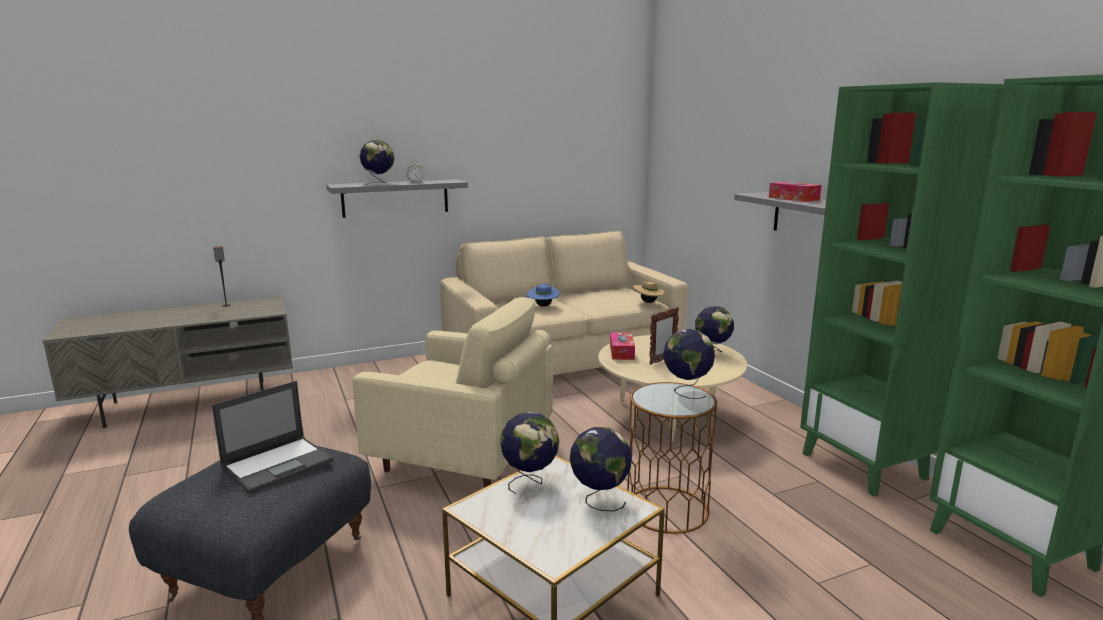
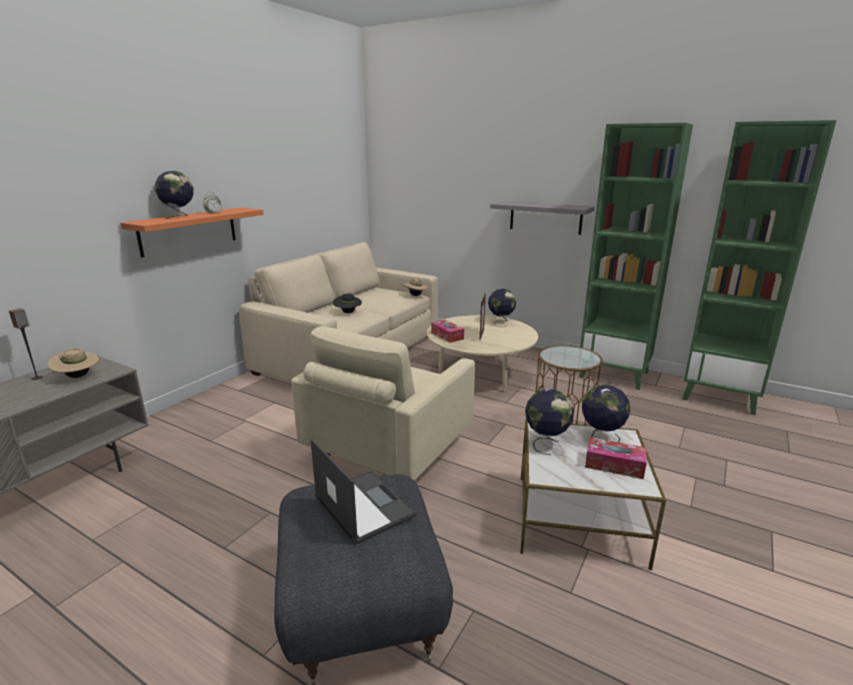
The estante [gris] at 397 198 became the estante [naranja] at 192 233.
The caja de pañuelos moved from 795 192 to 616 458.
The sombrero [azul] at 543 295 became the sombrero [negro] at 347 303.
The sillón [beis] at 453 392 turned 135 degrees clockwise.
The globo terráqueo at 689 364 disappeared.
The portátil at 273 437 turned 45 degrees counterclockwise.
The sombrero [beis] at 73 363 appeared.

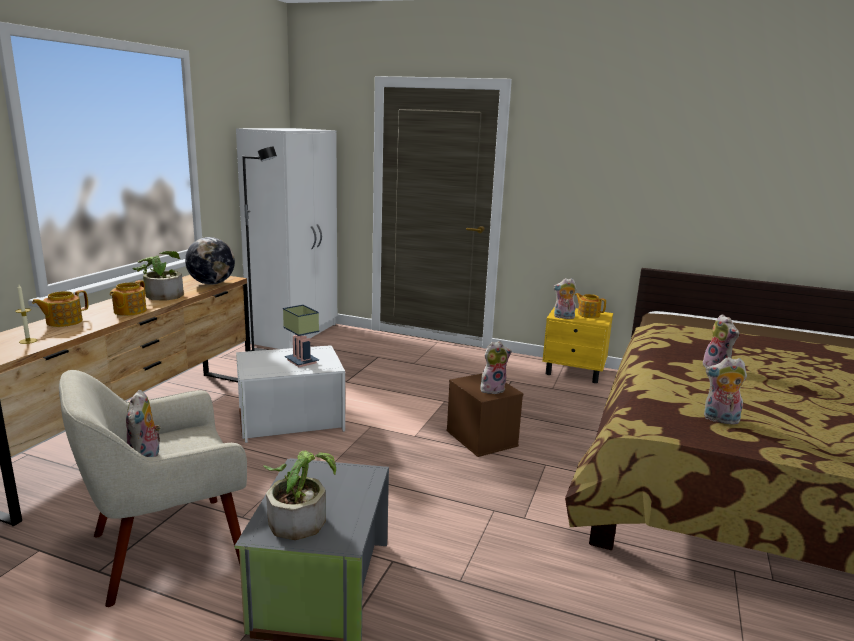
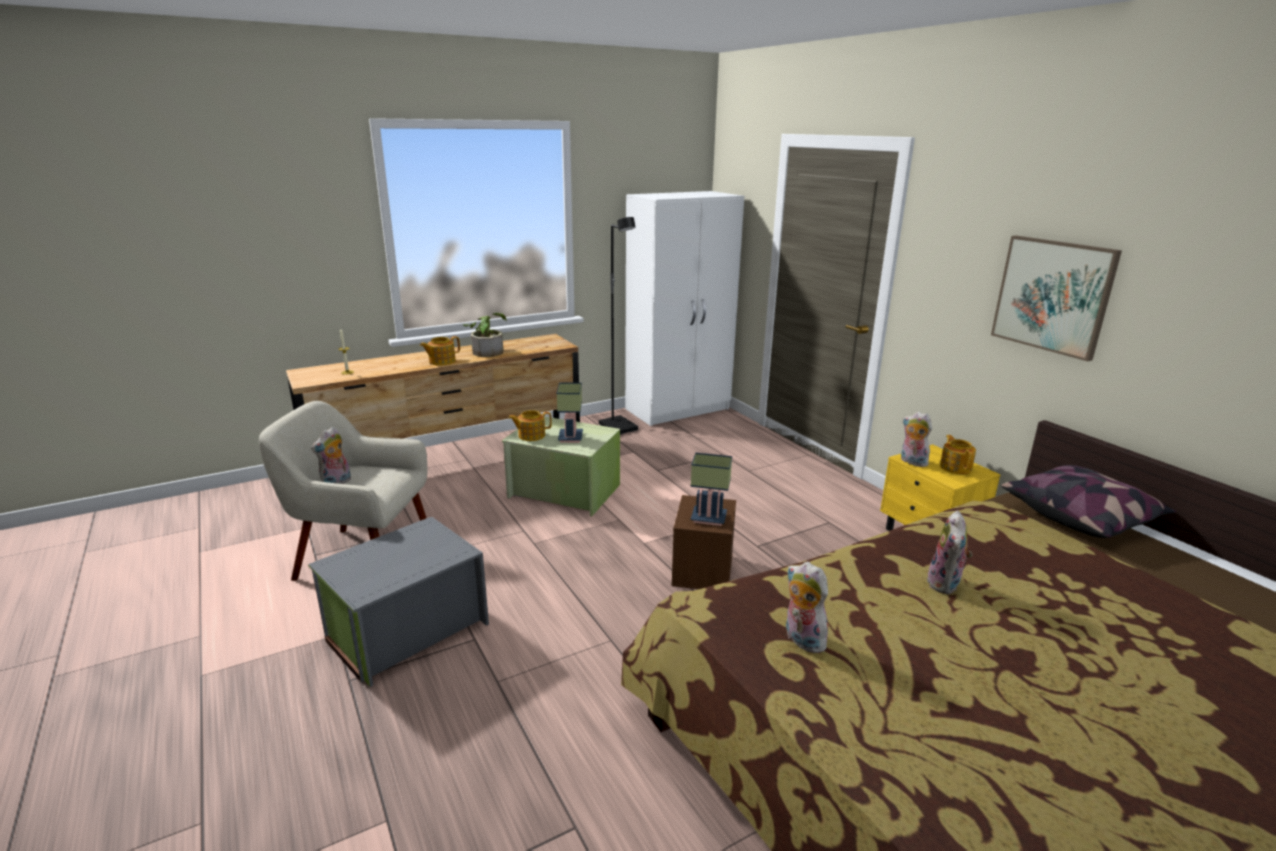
The globo terráqueo at 210 261 disappeared.
The tetera moved from 60 308 to 530 425.
The peluche at 496 367 was replaced by the lámpara de mesa at 711 489.
The caja de almacenaje [blanco] at 290 394 became the caja de almacenaje [verde] at 561 466.
The planta en maceta at 299 495 disappeared.
The cuadro at 1056 298 appeared.
The cojín at 1088 501 appeared.

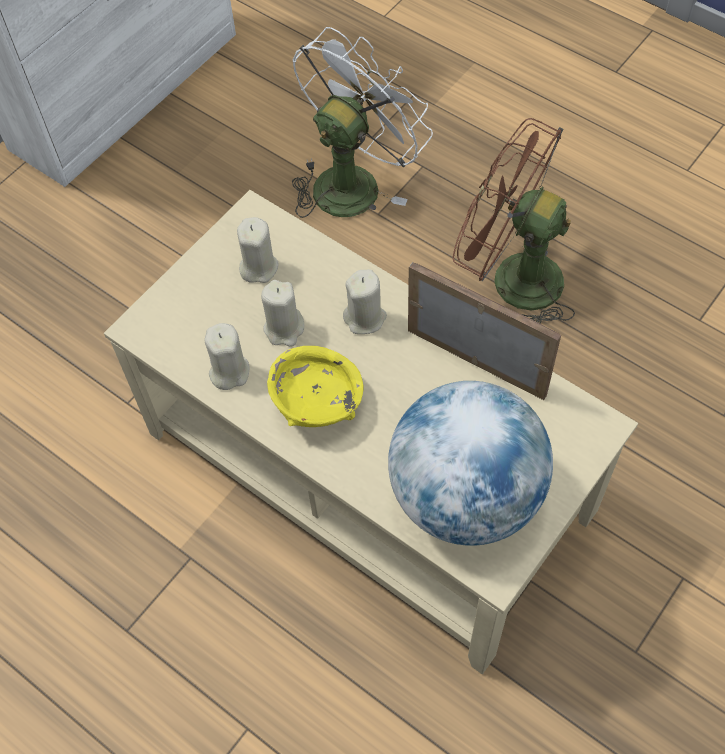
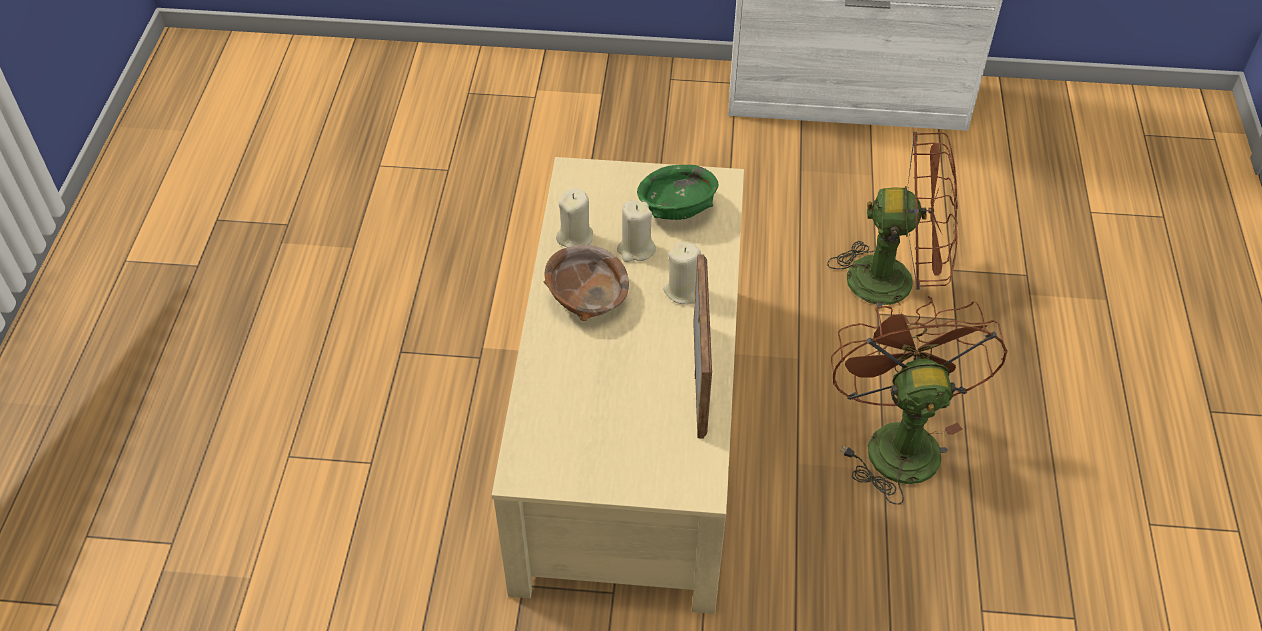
The ventilador [blanco] at 362 122 became the ventilador [marrón] at 892 228.
The vela [beis] at 258 250 was replaced by the cuenco [verde] at 677 192.
The cuenco [amarillo] at 315 386 became the cuenco [marrón] at 586 283.
The globo terráqueo at 470 463 disappeared.

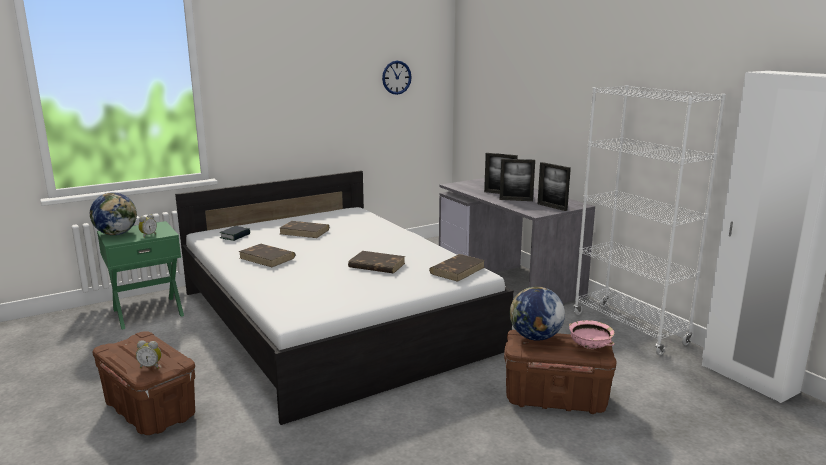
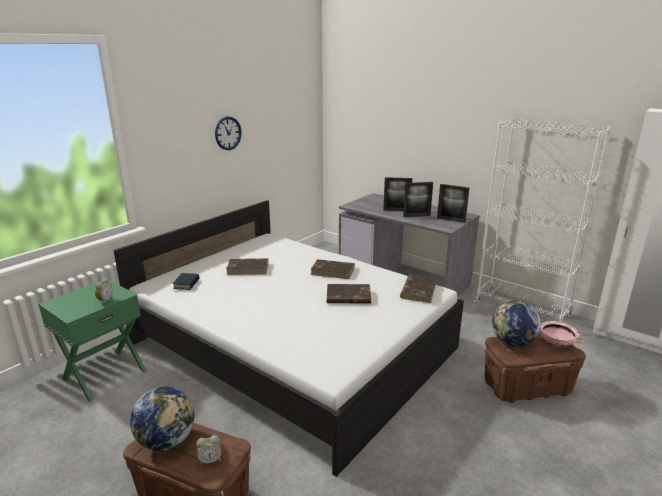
The reloj de pared moved from 397 78 to 228 133.
The globo terráqueo moved from 113 213 to 162 418.
The libro [marrón] moved from 266 255 to 333 269.

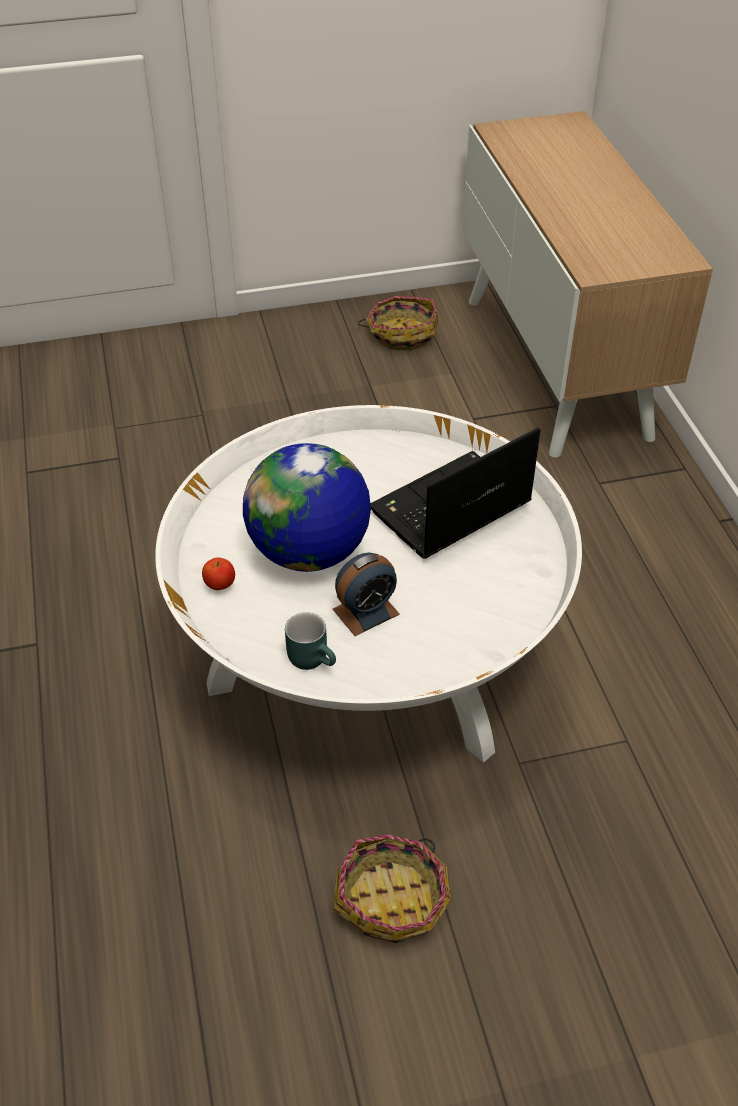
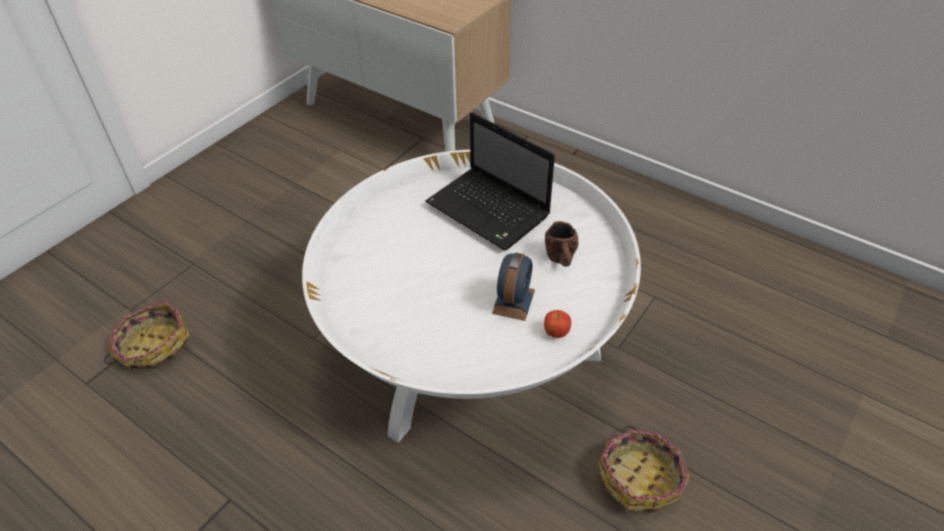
The cesta moved from 398 323 to 147 335.
The portátil at 455 493 turned 60 degrees counterclockwise.
The globo terráqueo at 307 507 disappeared.
The manzana moved from 218 574 to 557 324.
The taza grande [turquesa] at 310 641 disappeared.
The taza grande [marrón] at 561 244 appeared.

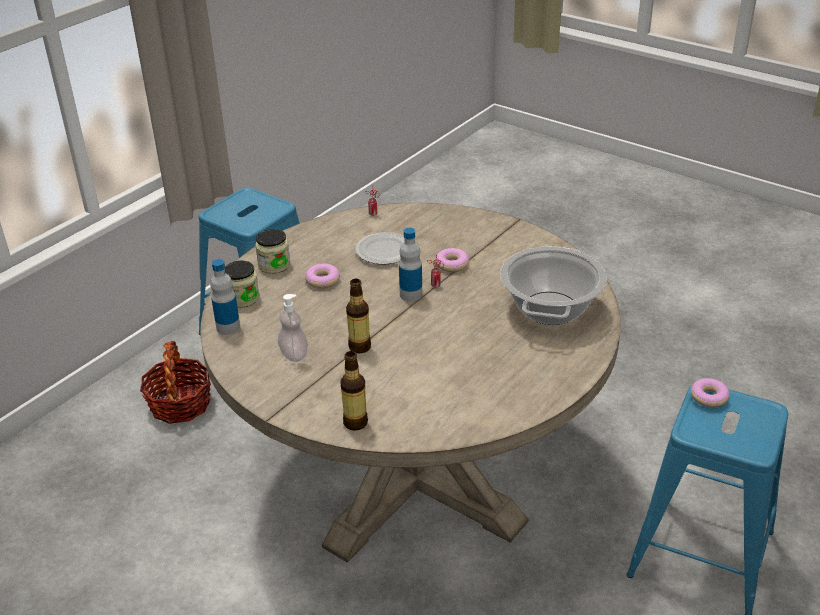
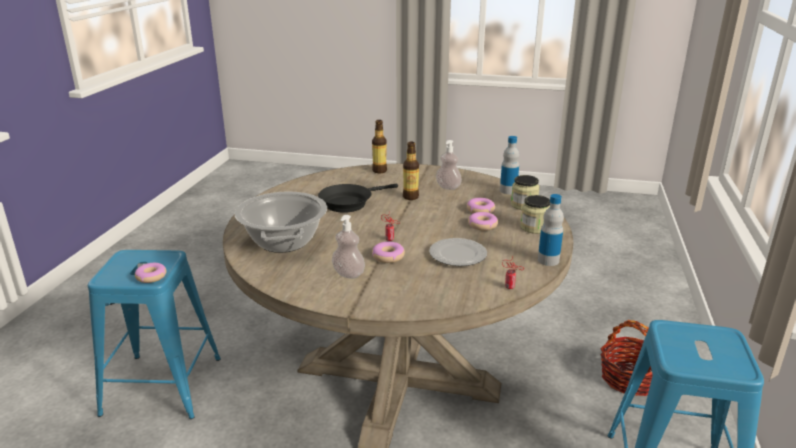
The botella moved from 410 264 to 551 230.
The sartén [negro] at 358 198 appeared.
The rosquilla at 481 205 appeared.
The dispensador de jabón at 348 247 appeared.

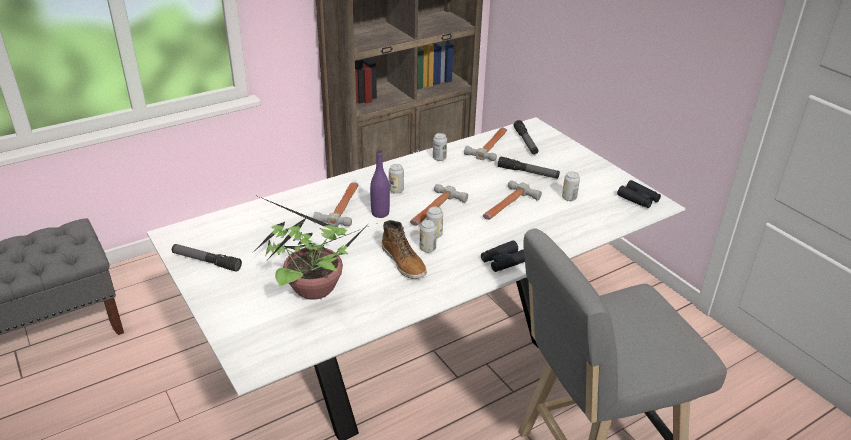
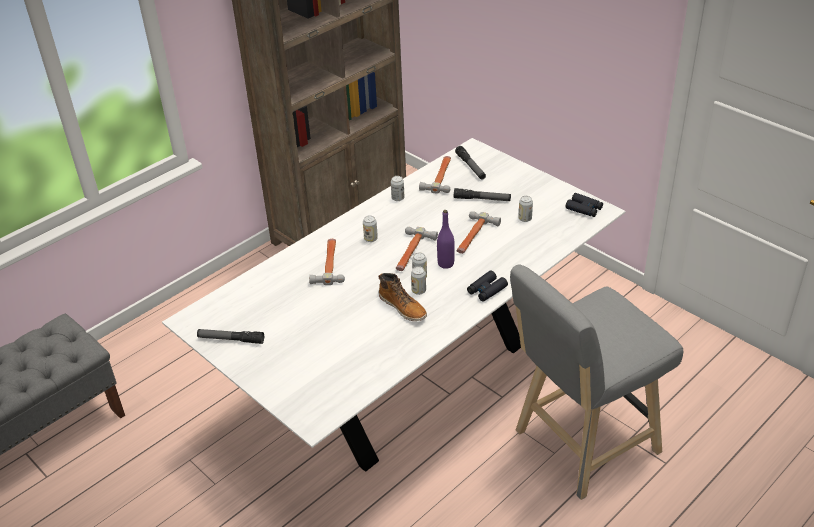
The botella [morado] moved from 380 183 to 446 239.
The planta en maceta at 312 248 disappeared.

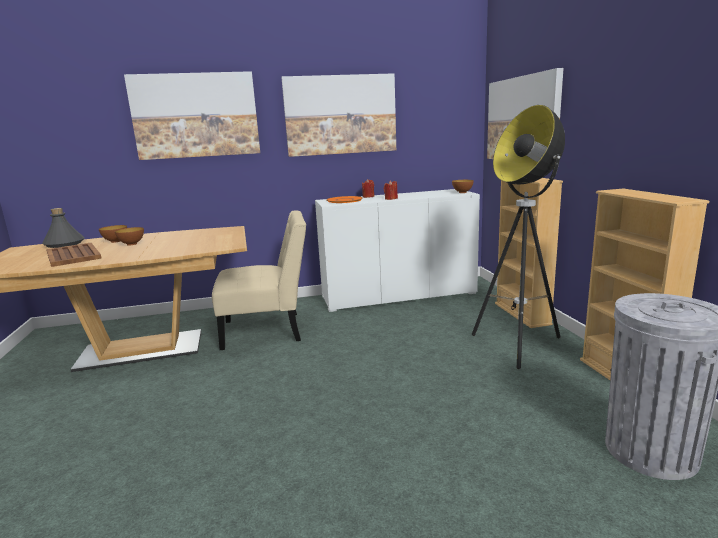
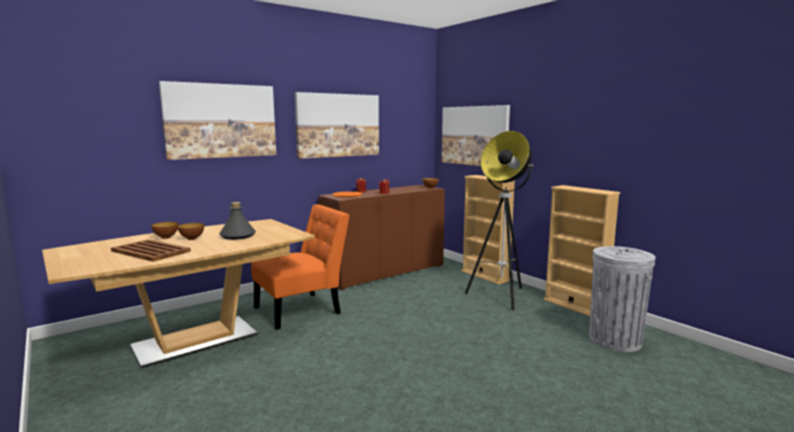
The armario [blanco] at 397 250 became the armario [marrón] at 381 237.
The botella [gris] moved from 63 228 to 237 221.
The silla [beis] at 259 280 became the silla [naranja] at 300 267.

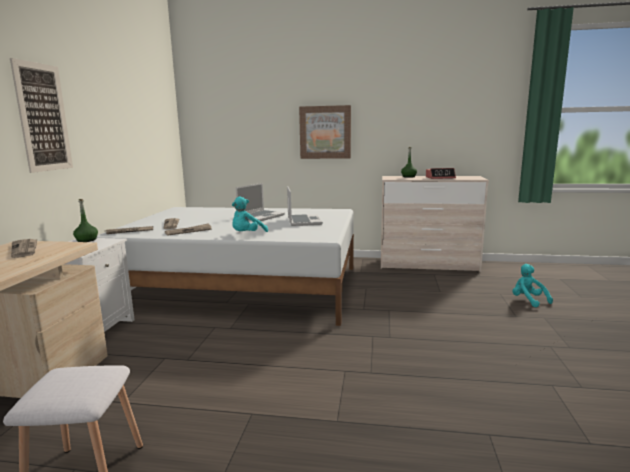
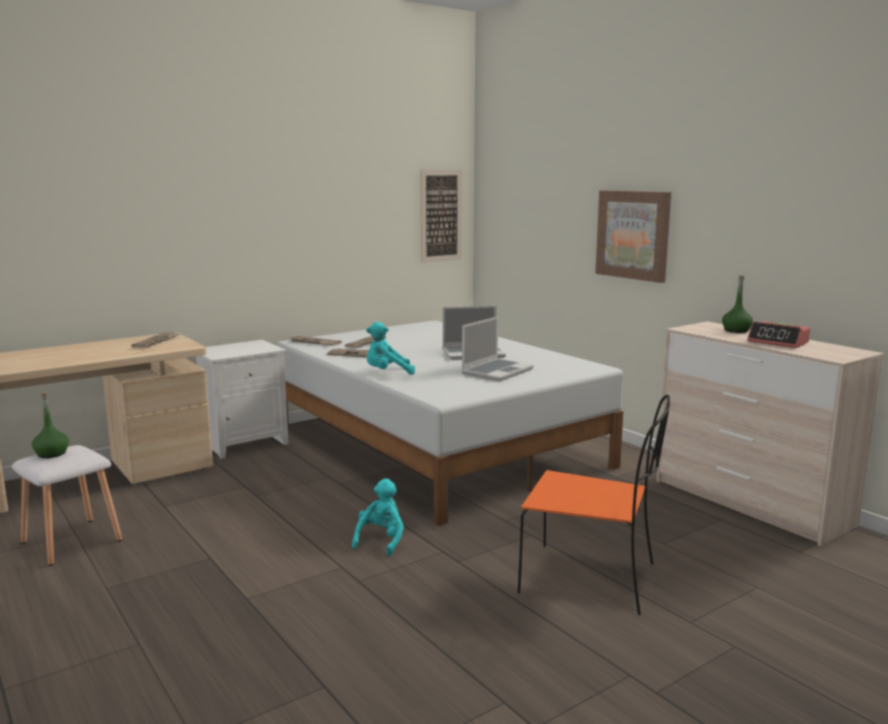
The cuadro moved from 41 115 to 441 216.
The botella [verde] moved from 85 220 to 50 425.
The peluche [turquesa] moved from 532 285 to 378 517.
The silla [naranja] at 594 505 appeared.

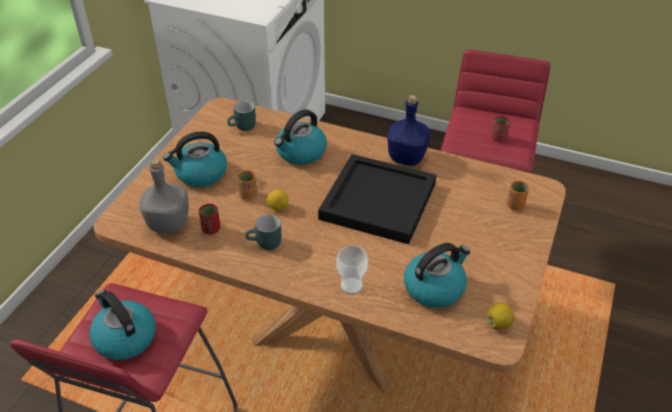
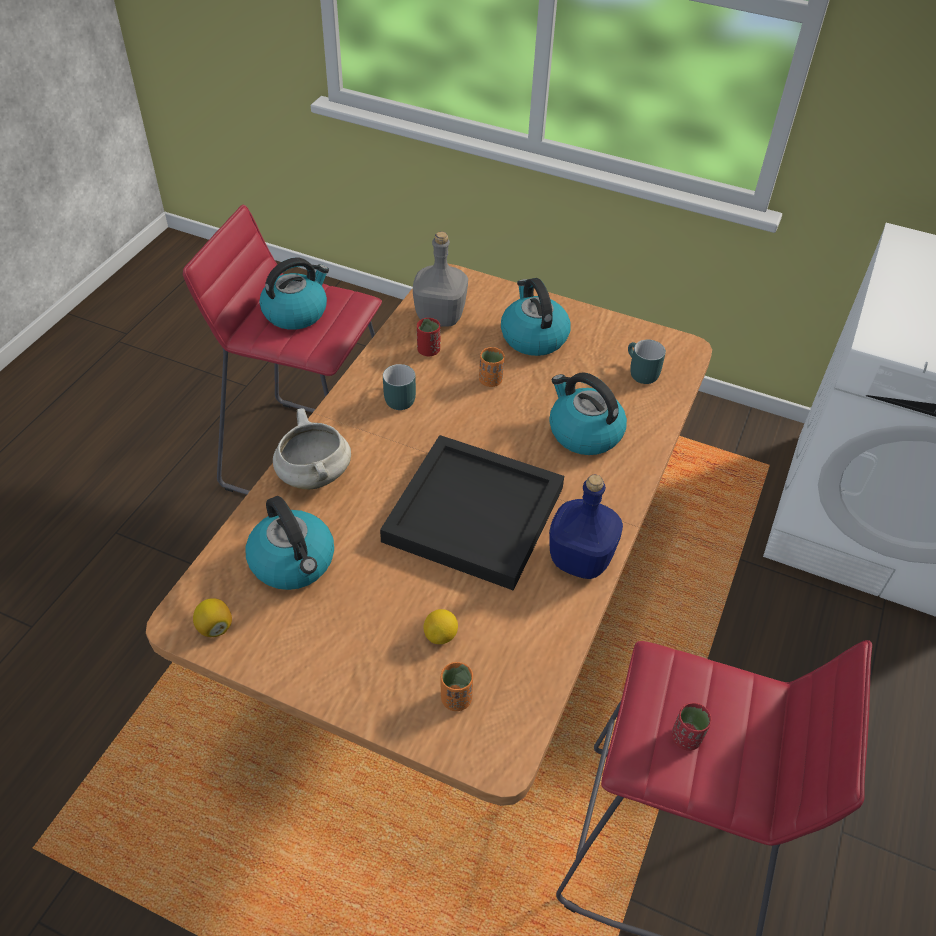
The limón moved from 278 200 to 441 626.
The taza at 352 270 was replaced by the olla [blanco] at 312 448.

